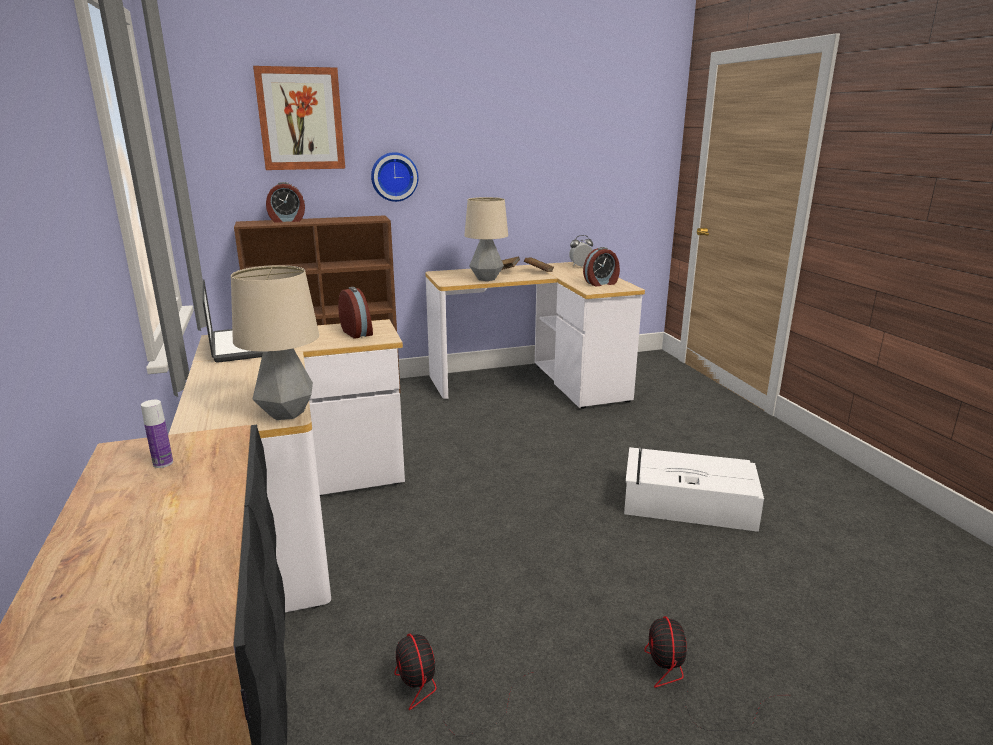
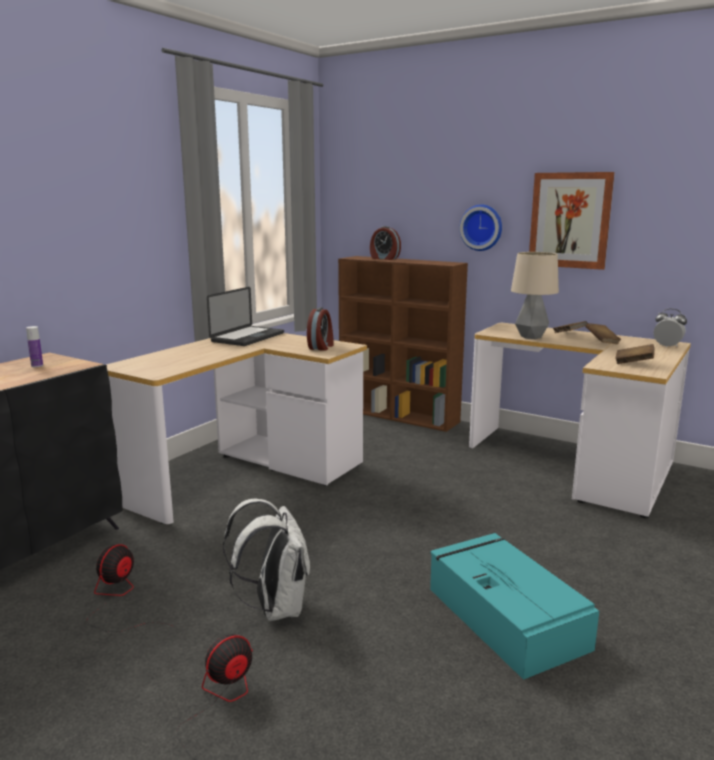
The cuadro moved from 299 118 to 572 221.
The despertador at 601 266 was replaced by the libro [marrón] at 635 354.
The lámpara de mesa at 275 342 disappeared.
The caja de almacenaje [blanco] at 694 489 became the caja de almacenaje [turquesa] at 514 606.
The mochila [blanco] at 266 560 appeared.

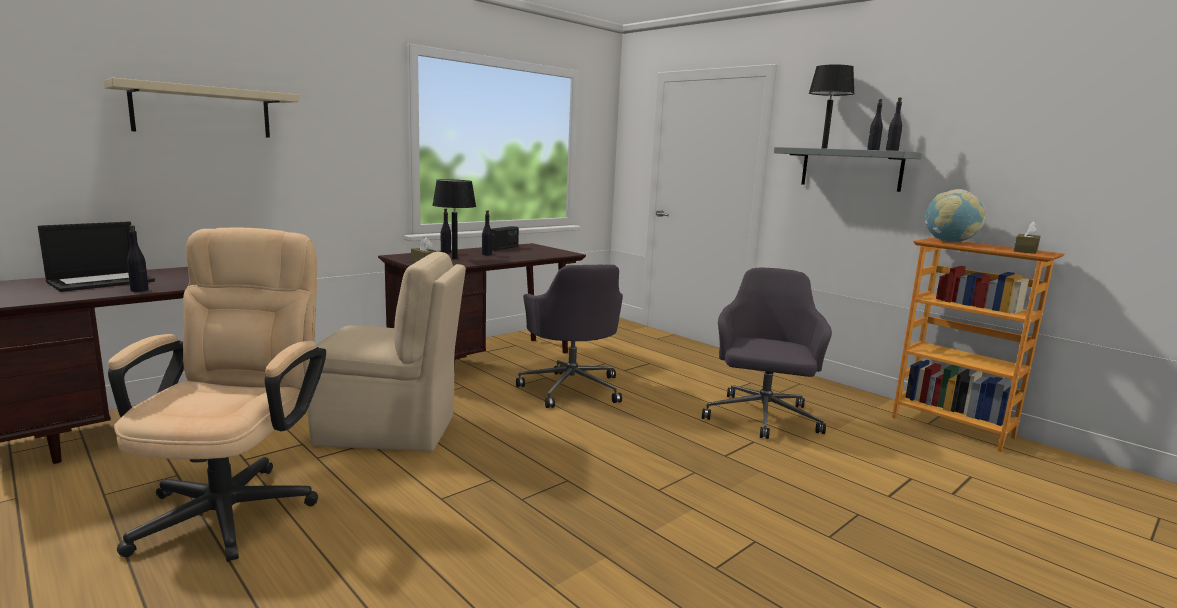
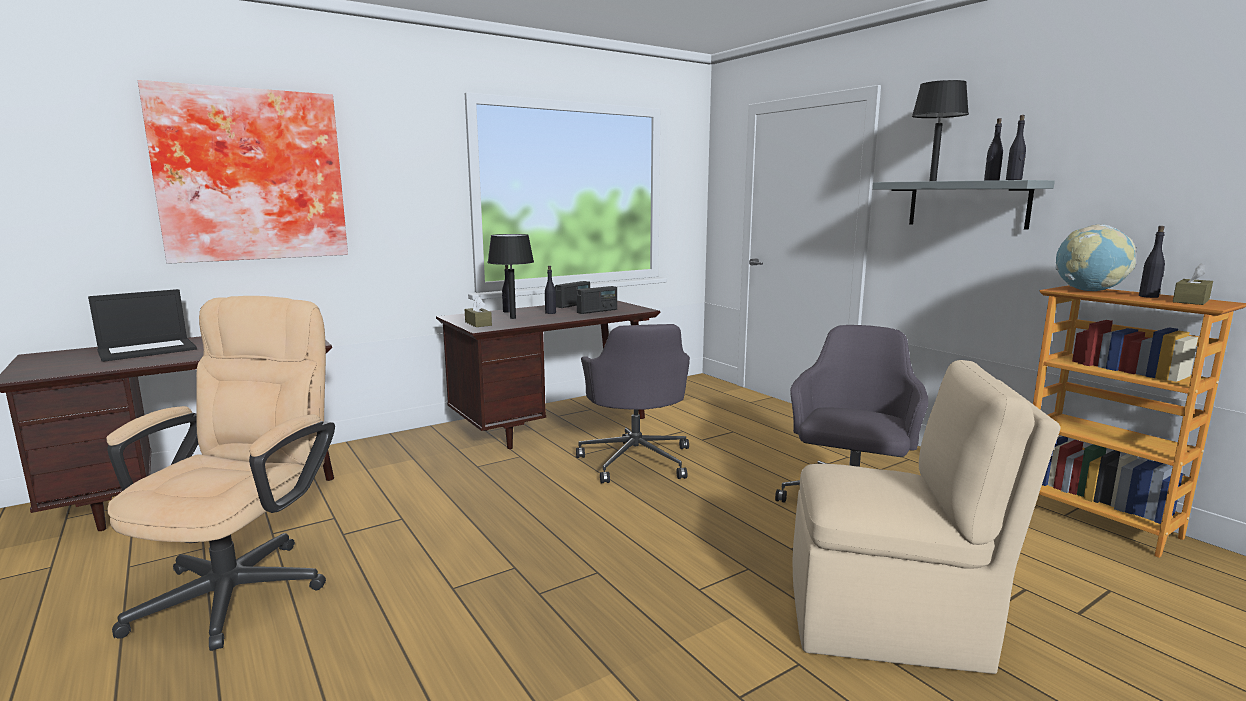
The estante [beis] at 202 108 was replaced by the cuadro at 243 172.
The botella [negro] moved from 138 258 to 1152 262.
The silla [beis] moved from 386 351 to 926 517.
The radio at 596 300 appeared.

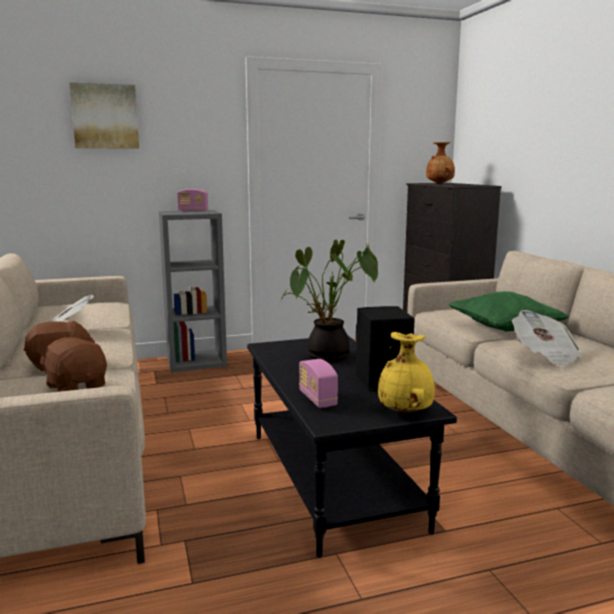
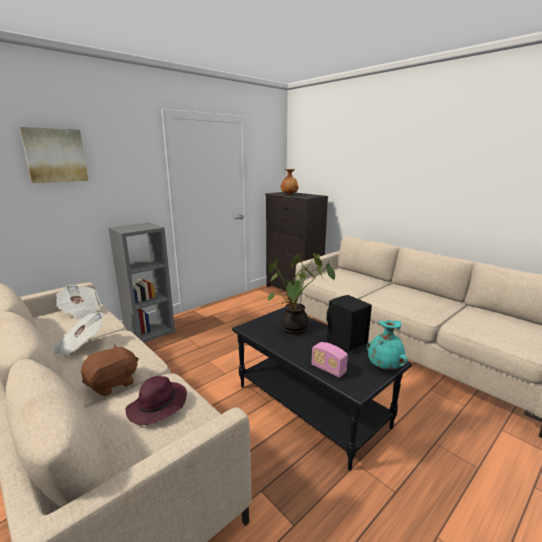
The radio at 192 200 disappeared.
The cojín [verde] at 508 311 disappeared.
The periódico moved from 547 338 to 78 302.
The florero [amarillo] at 406 372 became the florero [turquesa] at 387 344.
The peluche [marrón] at 71 364 was replaced by the sombrero [morado] at 156 400.

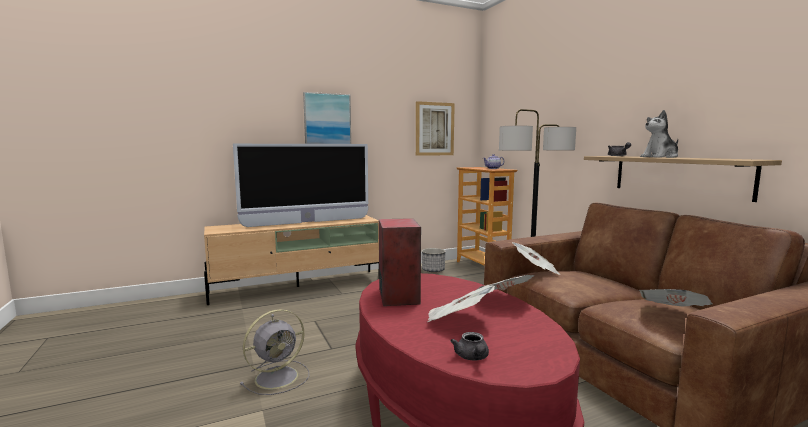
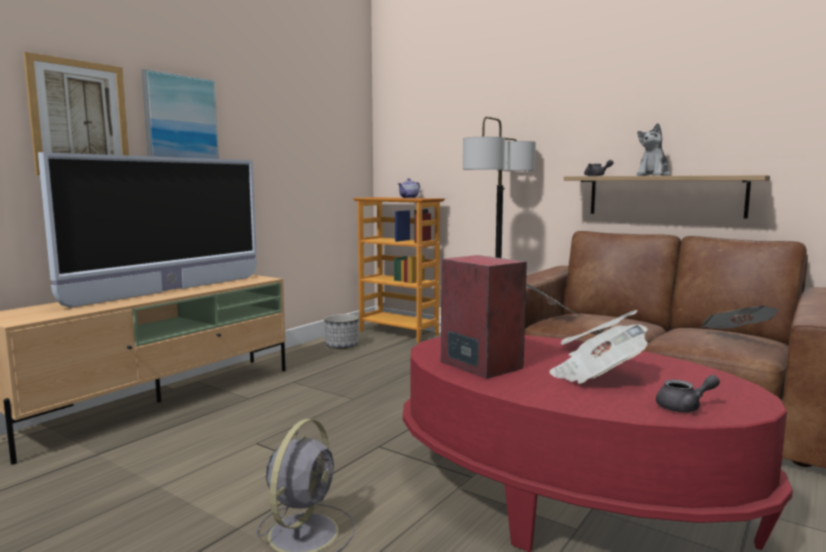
The cuadro moved from 435 128 to 76 113.
The tetera [gris] at 469 346 turned 60 degrees counterclockwise.

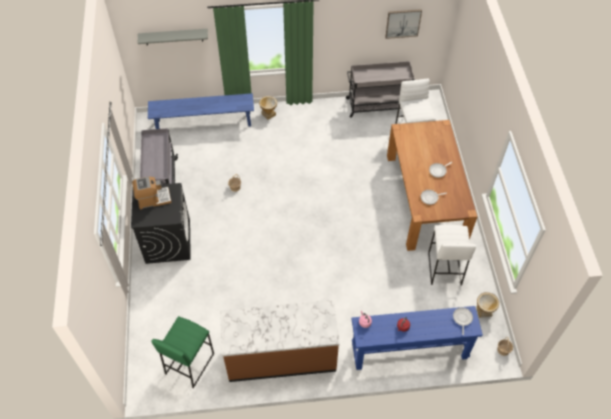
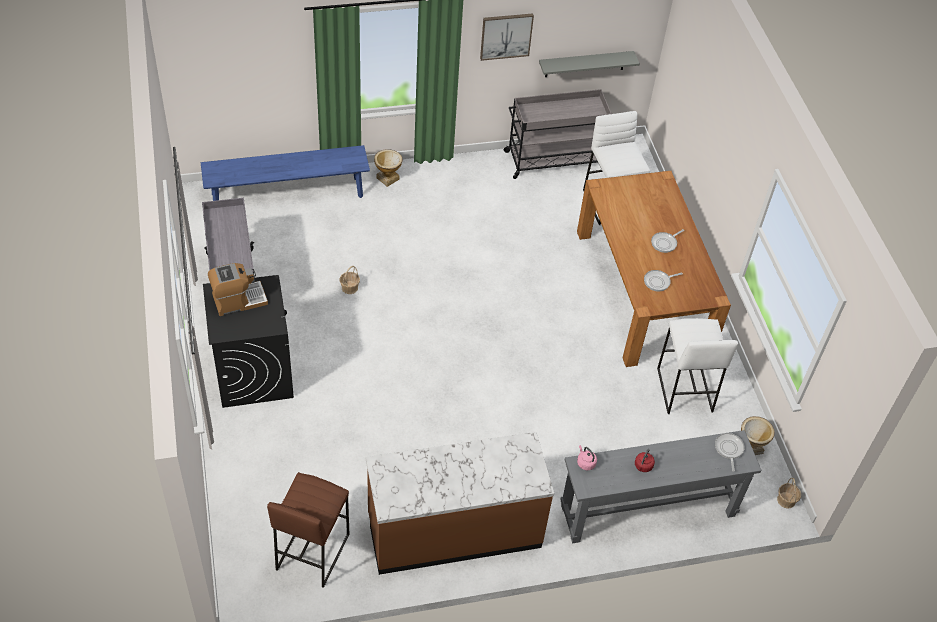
The cuadro moved from 404 24 to 507 37.
The estante [gris] moved from 173 37 to 589 64.
The mesa consola [azul] at 417 338 became the mesa consola [gris] at 661 486.
The taburete [verde] at 182 352 became the taburete [marrón] at 308 530.

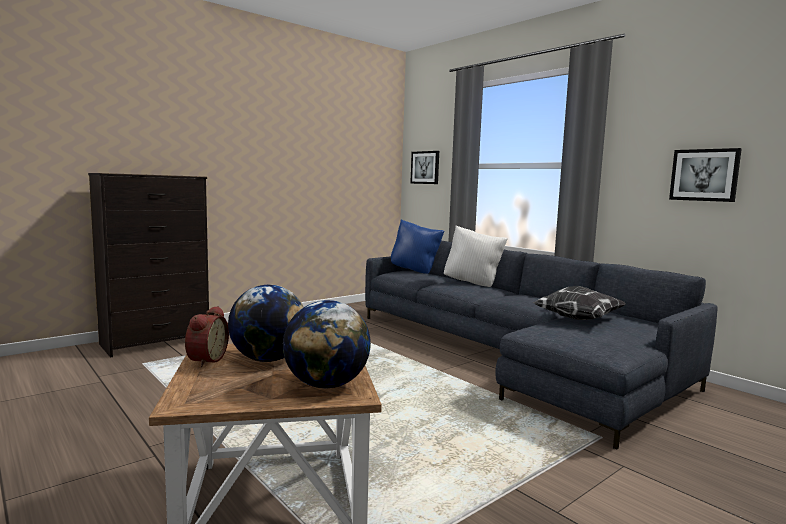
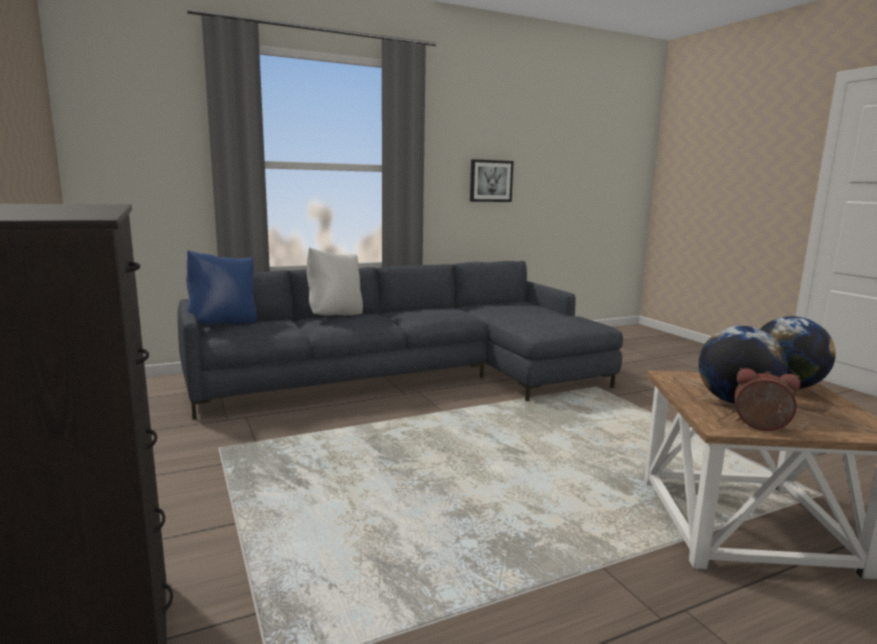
The cuadro at 424 167 disappeared.
The cojín at 579 303 disappeared.

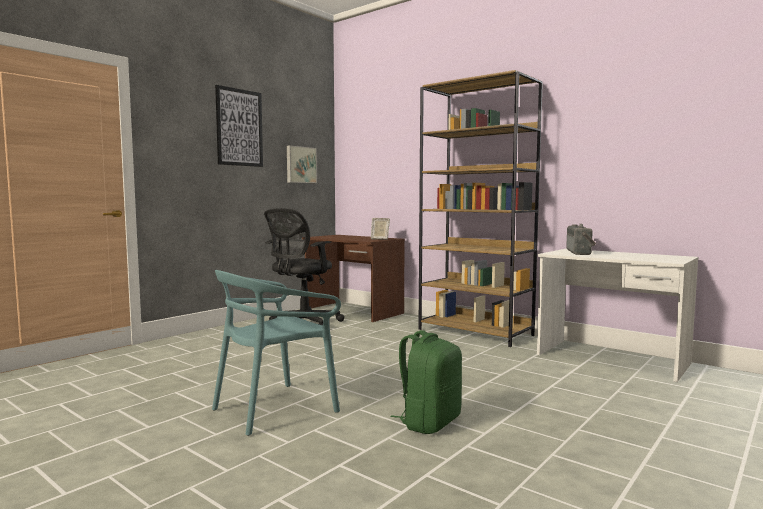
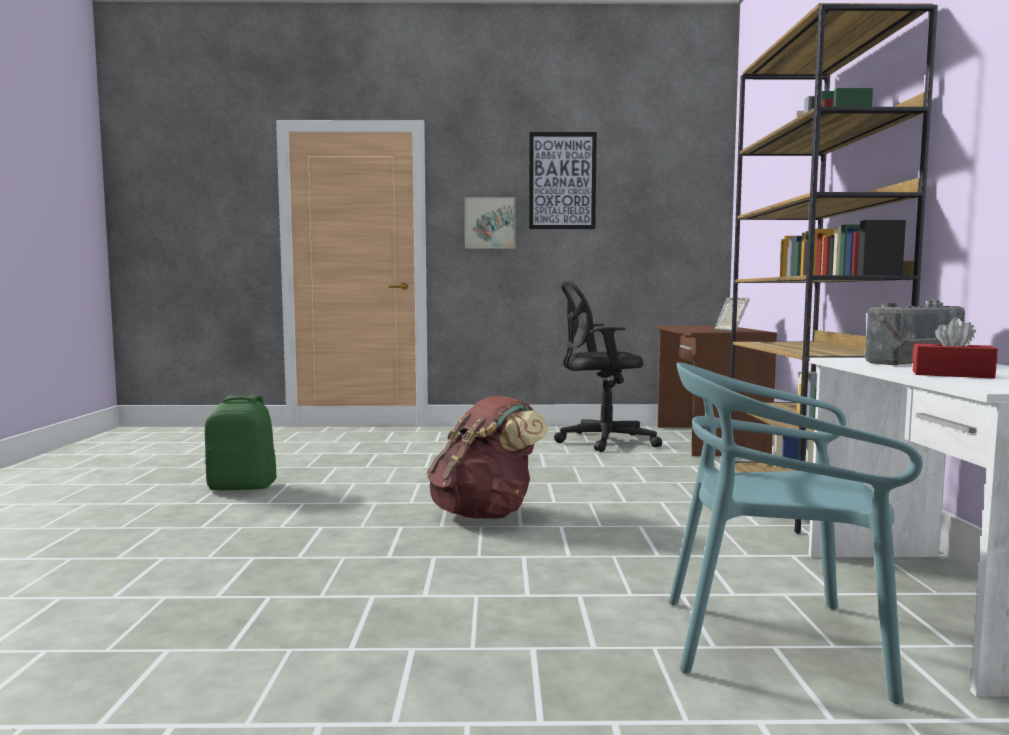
The cuadro moved from 302 164 to 490 223.
The silla [turquesa] moved from 276 353 to 796 533.
The mochila [verde] moved from 426 382 to 241 442.
The caja de pañuelos [rojo] at 955 348 appeared.
The mochila [marrón] at 487 457 appeared.

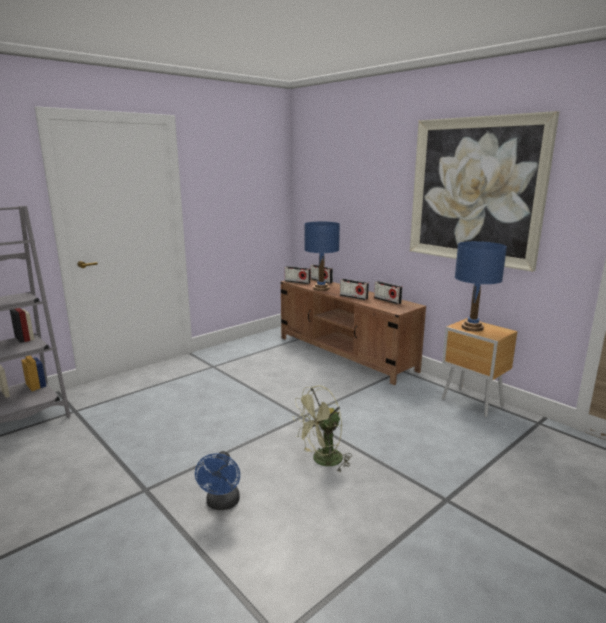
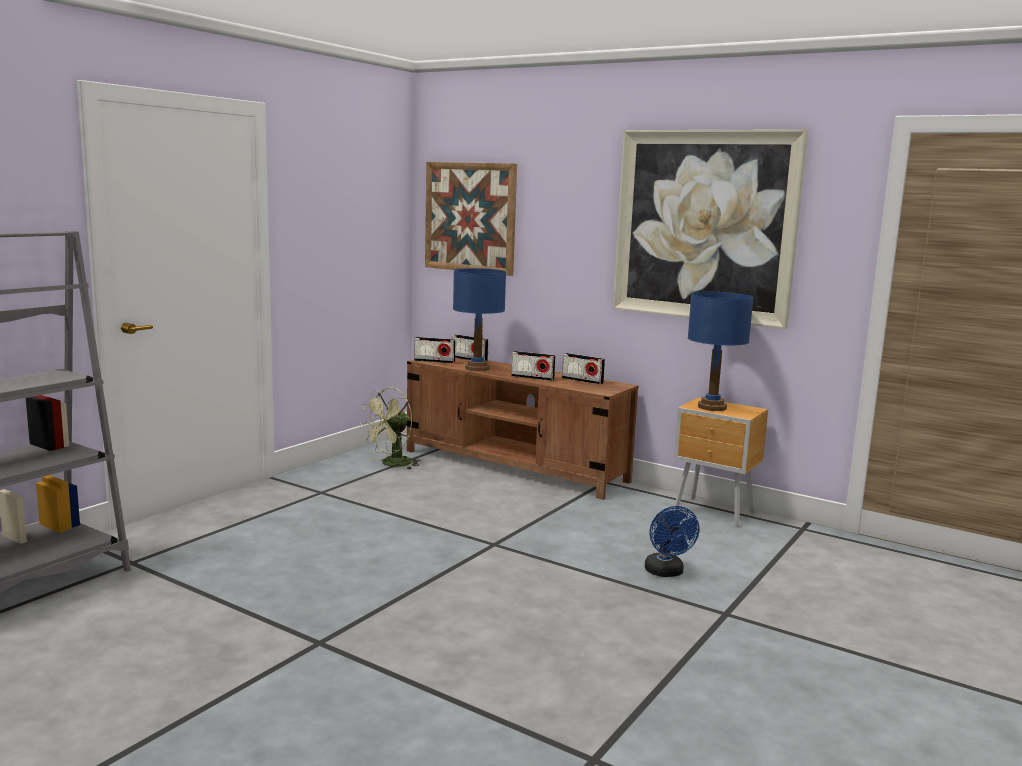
The ventilador [verde] moved from 322 428 to 390 429.
The ventilador [azul] moved from 217 480 to 672 541.
The cuadro at 471 219 appeared.

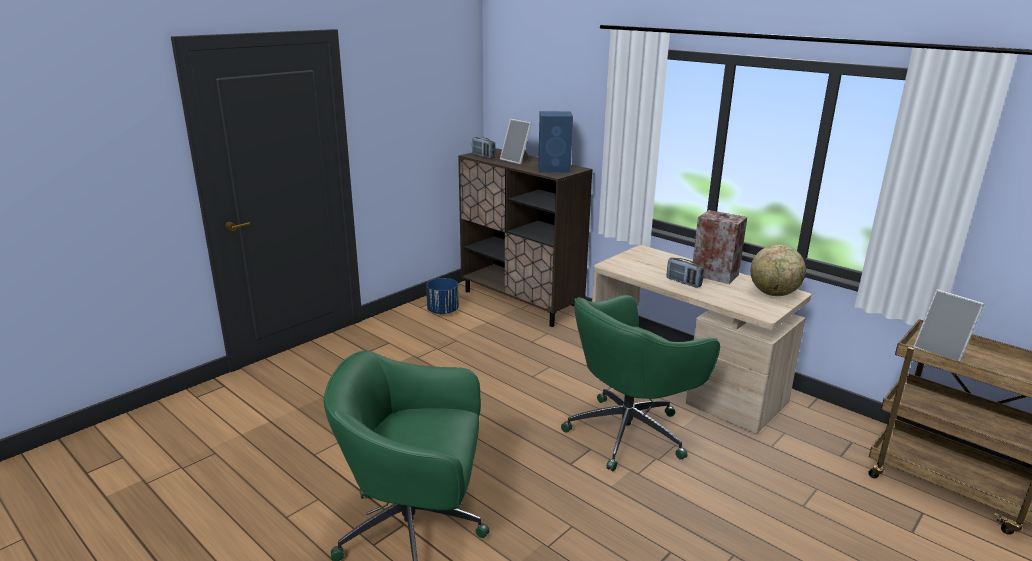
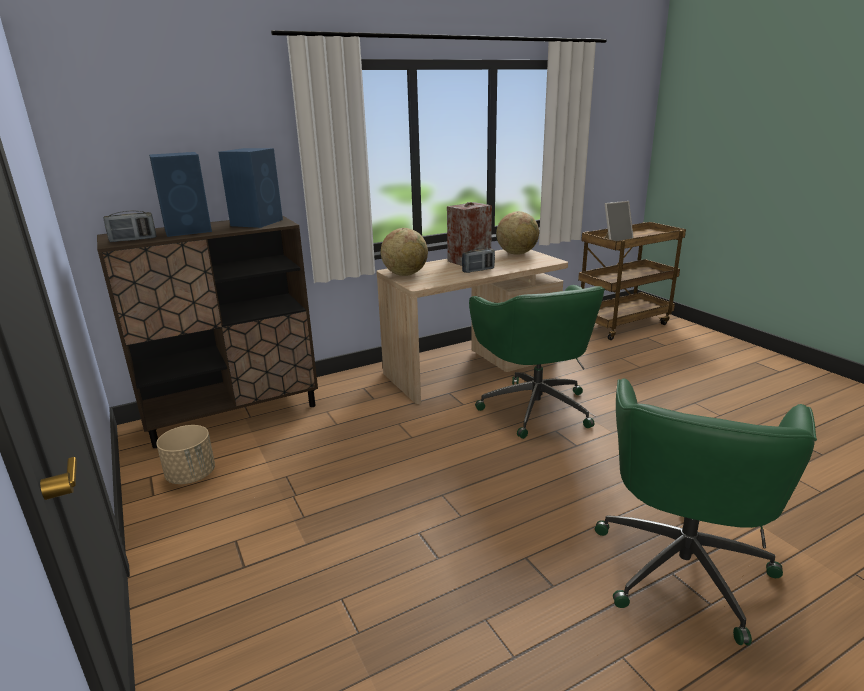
The portarretratos at 516 142 was replaced by the altavoz [azul] at 180 194.
The maceta [azul] at 442 296 became the maceta [beis] at 185 454.
The globo terráqueo at 404 252 appeared.

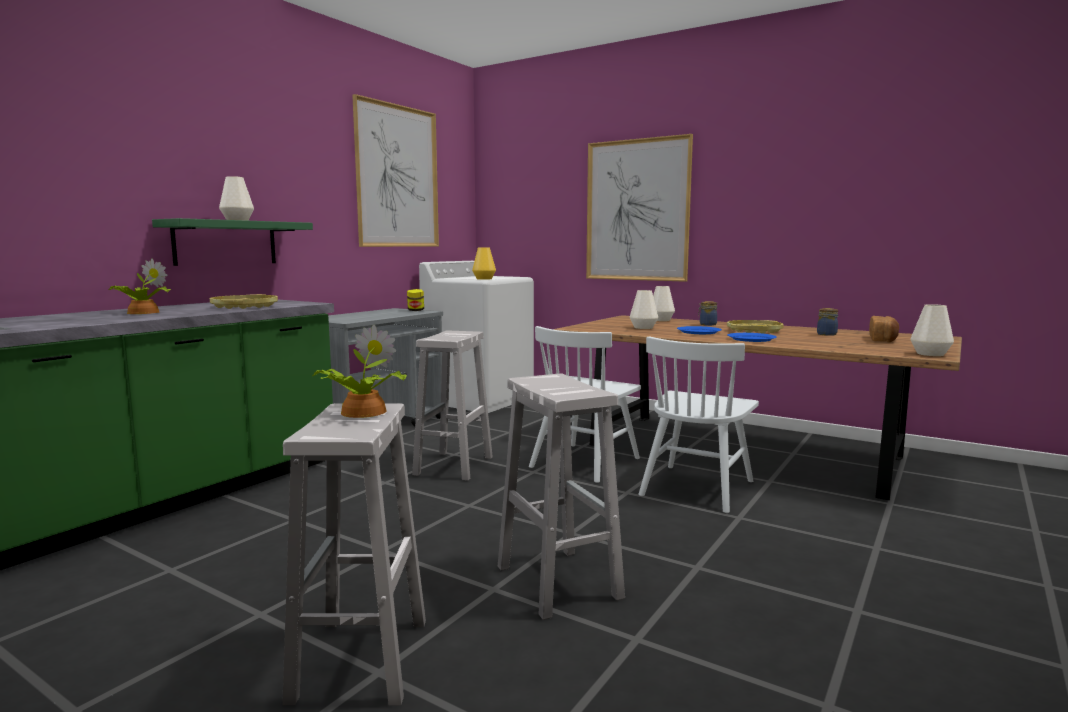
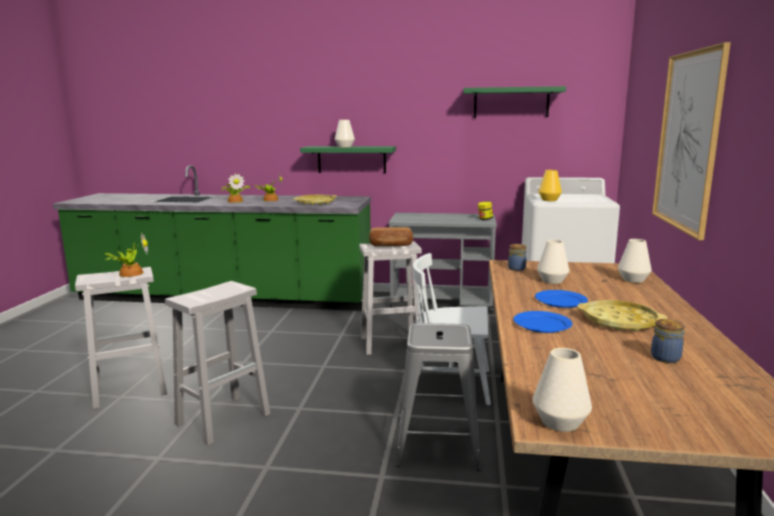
The cuadro at 395 170 was replaced by the estante [verde] at 515 102.
The tarro moved from 707 313 to 517 257.
The pan moved from 884 329 to 391 236.
The silla [blanco] at 699 424 was replaced by the taburete [gris] at 438 397.
The planta en maceta at 235 188 appeared.

